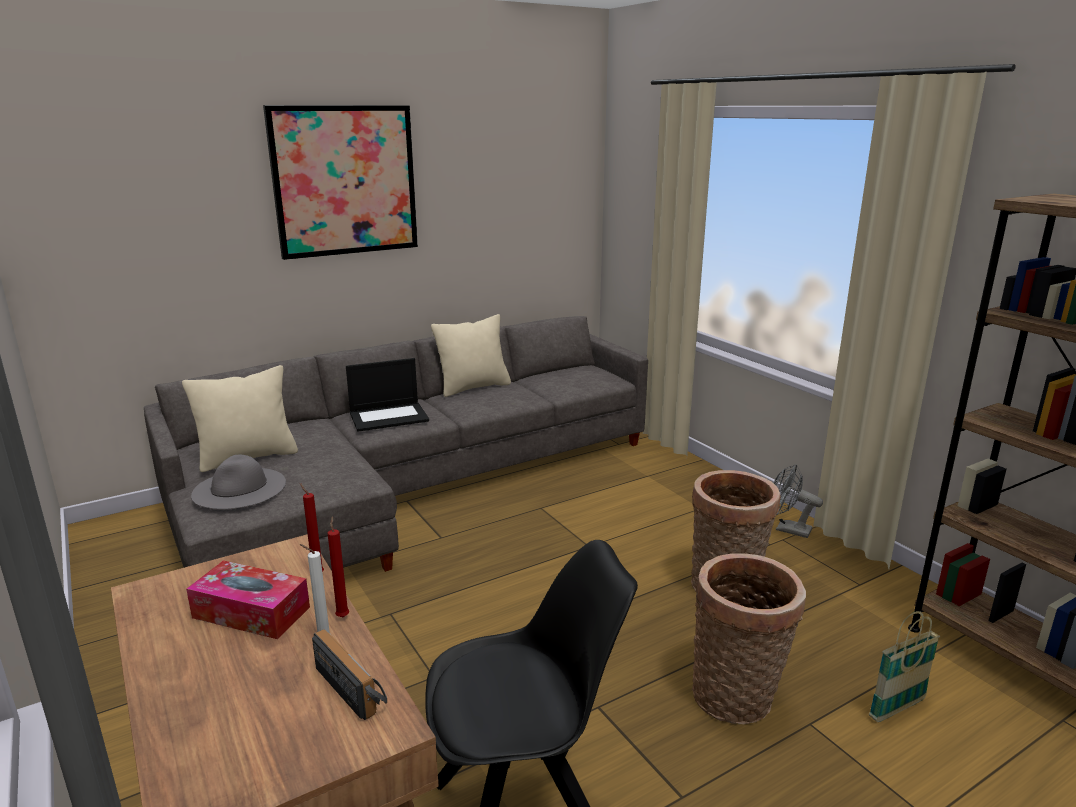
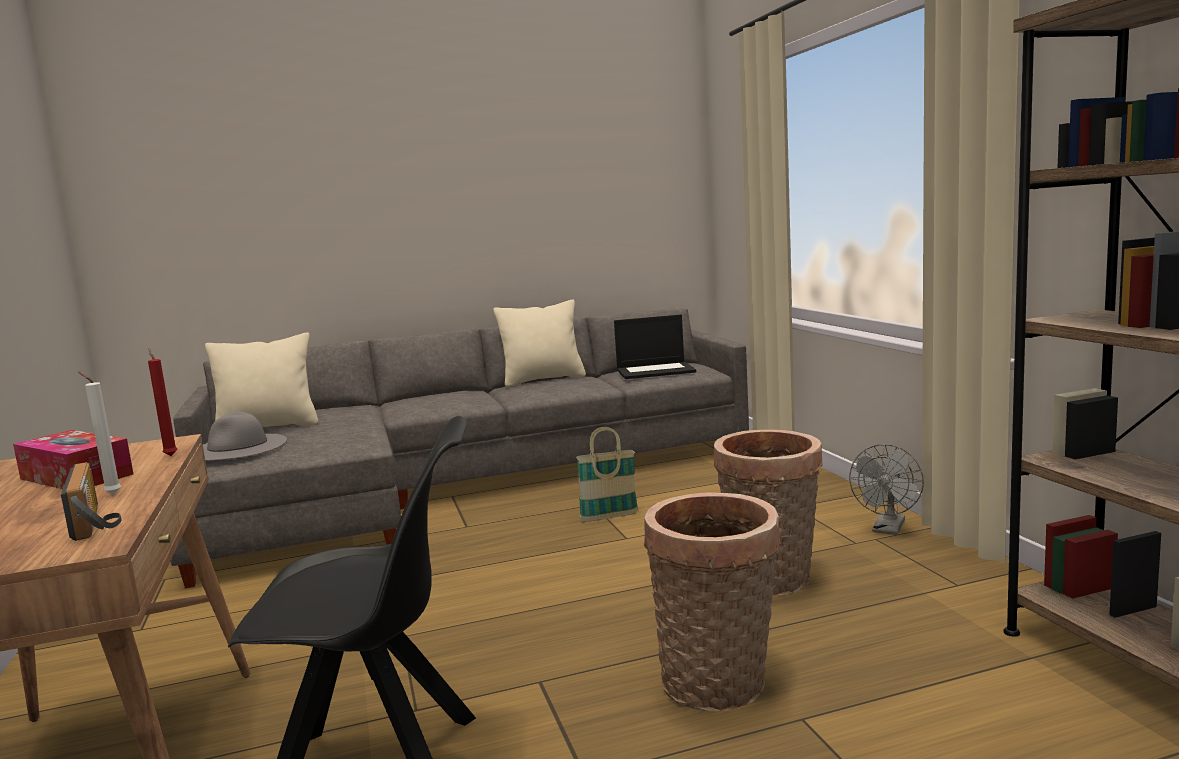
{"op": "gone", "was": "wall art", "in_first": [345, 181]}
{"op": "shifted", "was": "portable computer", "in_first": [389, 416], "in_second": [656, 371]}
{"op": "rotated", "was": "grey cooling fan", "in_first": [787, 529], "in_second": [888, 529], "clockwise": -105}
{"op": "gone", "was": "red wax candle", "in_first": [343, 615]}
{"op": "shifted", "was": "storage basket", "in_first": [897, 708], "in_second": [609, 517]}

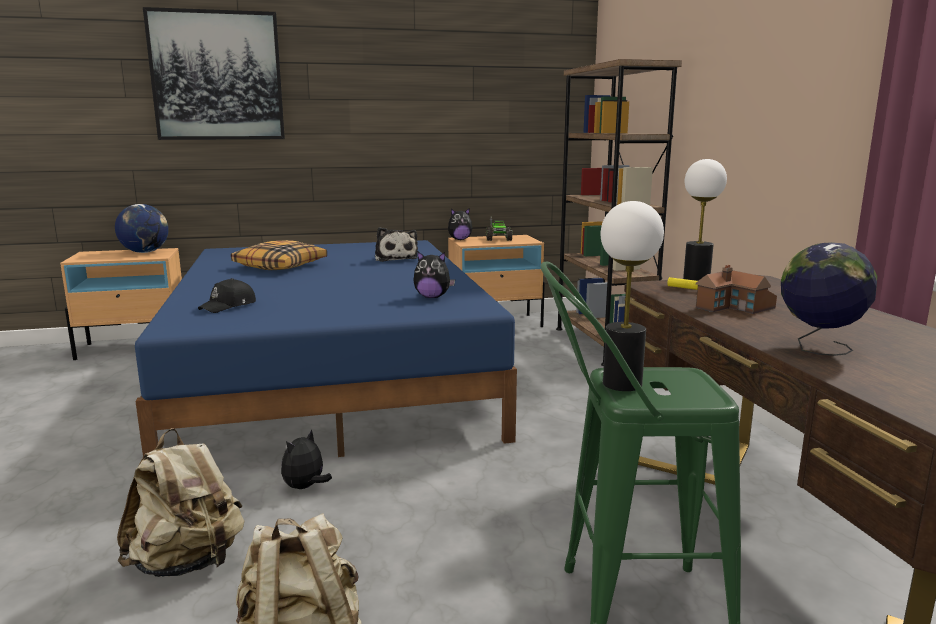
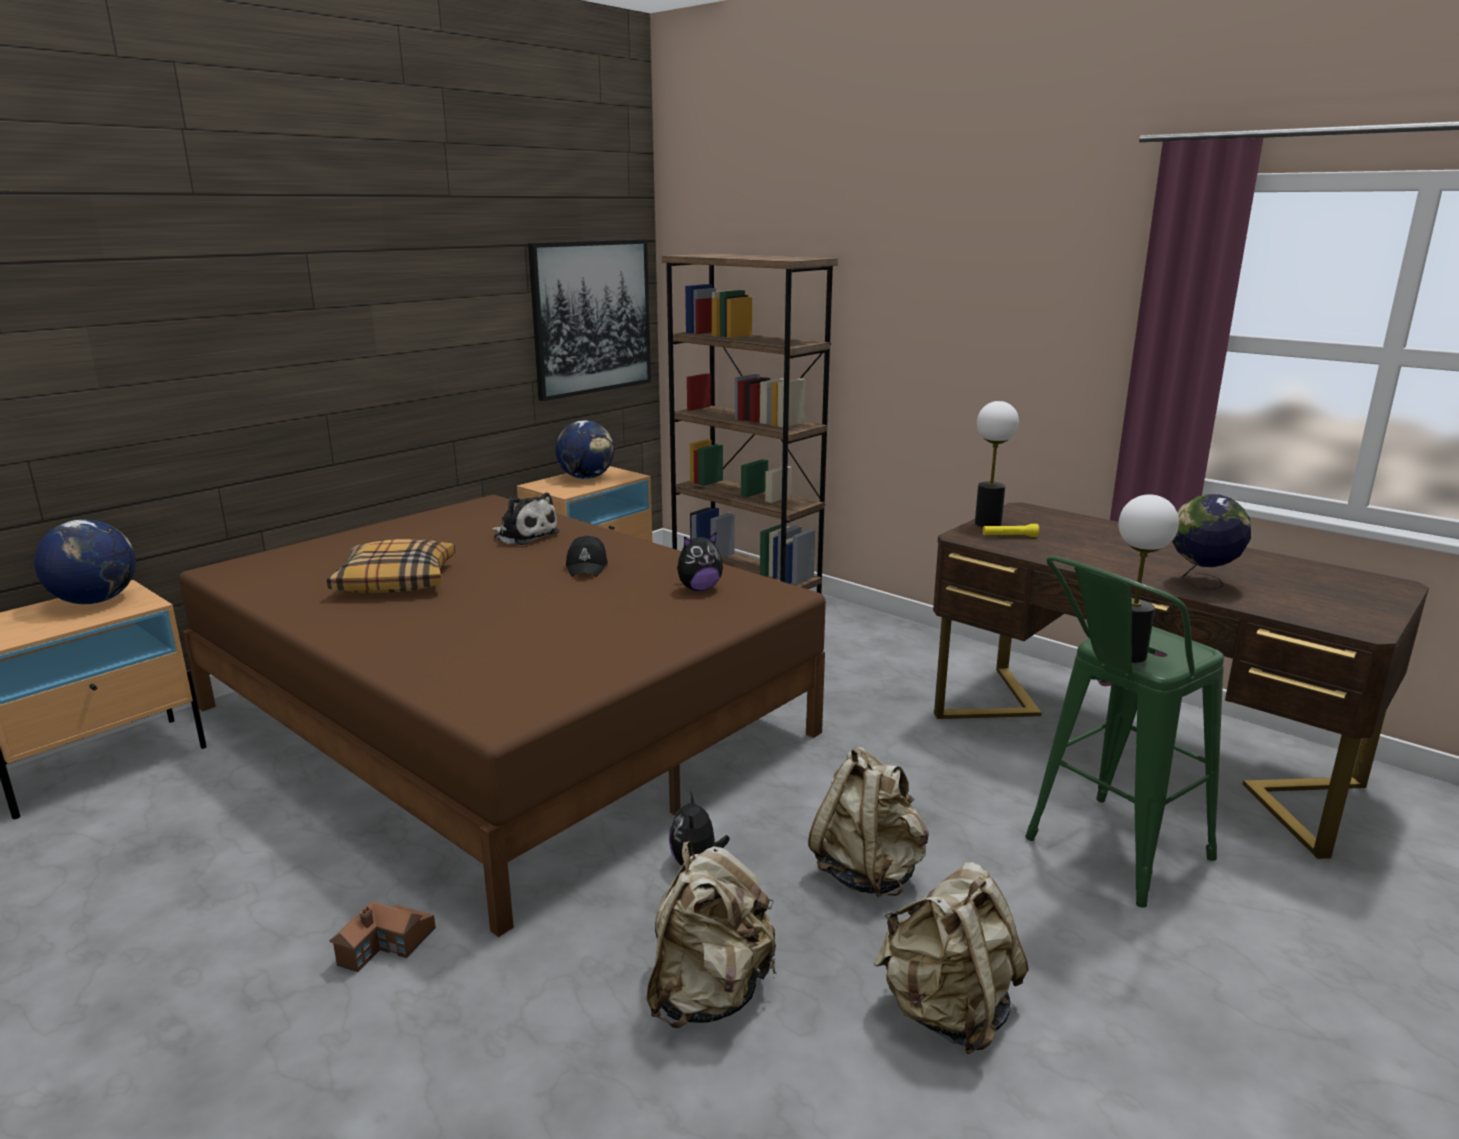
{"op": "shifted", "was": "wall art", "in_first": [217, 76], "in_second": [591, 317]}
{"op": "gone", "was": "plush toy", "in_first": [459, 239]}
{"op": "swapped", "was": "model truck", "now": "desk globe", "in_first": [498, 239], "in_second": [586, 478]}
{"op": "repainted", "was": "blue bedroom bed", "now": "brown-coloured bedroom bed", "in_first": [331, 377], "in_second": [504, 719]}
{"op": "shifted", "was": "toy house", "in_first": [734, 307], "in_second": [386, 945]}
{"op": "shifted", "was": "blackish cap", "in_first": [229, 306], "in_second": [587, 566]}
{"op": "new", "now": "beige rucksack", "in_second": [868, 872]}

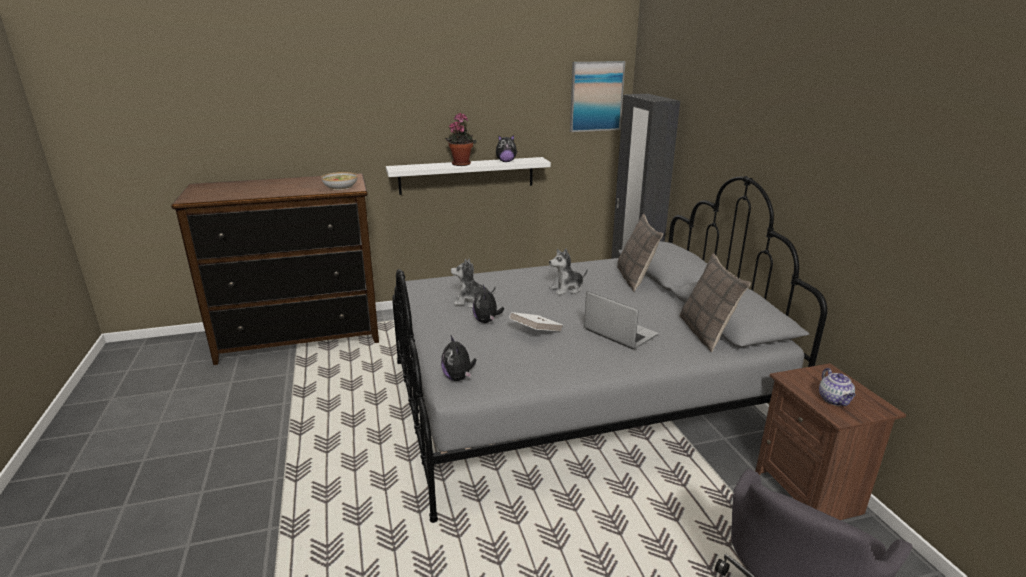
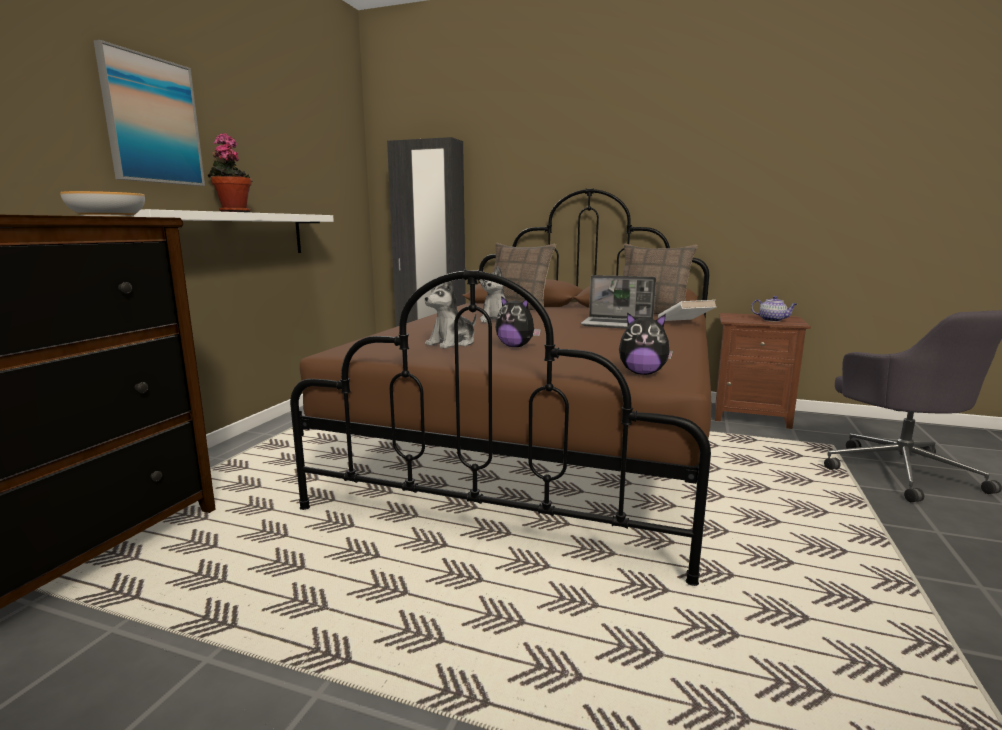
{"op": "shifted", "was": "wall art", "in_first": [596, 96], "in_second": [152, 120]}
{"op": "gone", "was": "plush toy", "in_first": [506, 161]}
{"op": "repainted", "was": "grey bedroom bed", "now": "brown-coloured bedroom bed", "in_first": [575, 401], "in_second": [546, 444]}
{"op": "rotated", "was": "portable computer", "in_first": [619, 333], "in_second": [618, 325], "clockwise": -150}
{"op": "shifted", "was": "white-coloured bound book", "in_first": [536, 332], "in_second": [685, 323]}

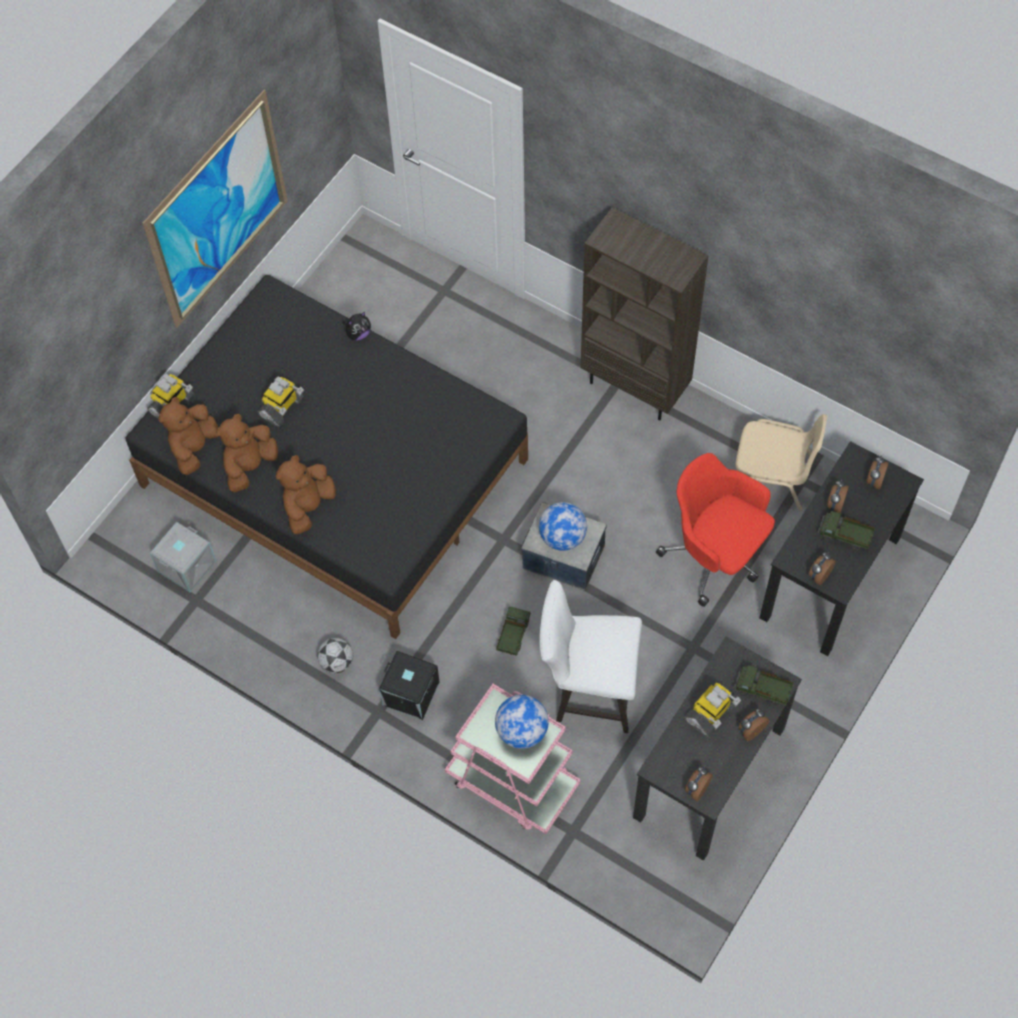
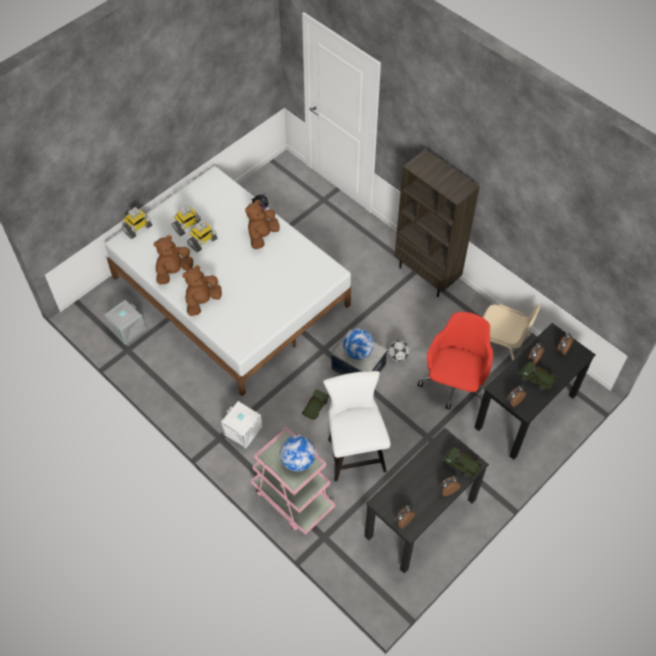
{"op": "gone", "was": "wall art", "in_first": [218, 210]}
{"op": "repainted", "was": "blackish bedroom bed", "now": "white-coloured bedroom bed", "in_first": [334, 472], "in_second": [231, 291]}
{"op": "shifted", "was": "brown-coloured plush toy", "in_first": [194, 448], "in_second": [262, 236]}
{"op": "rotated", "was": "red computer chair", "in_first": [715, 556], "in_second": [454, 384], "clockwise": 60}
{"op": "rotated", "was": "white-coloured upright chair", "in_first": [588, 691], "in_second": [354, 451], "clockwise": 60}
{"op": "shifted", "was": "ball for football", "in_first": [337, 662], "in_second": [398, 356]}
{"op": "repainted", "was": "blackish storage box", "now": "white-coloured storage box", "in_first": [410, 694], "in_second": [242, 431]}
{"op": "shifted", "was": "model robot", "in_first": [710, 713], "in_second": [187, 226]}

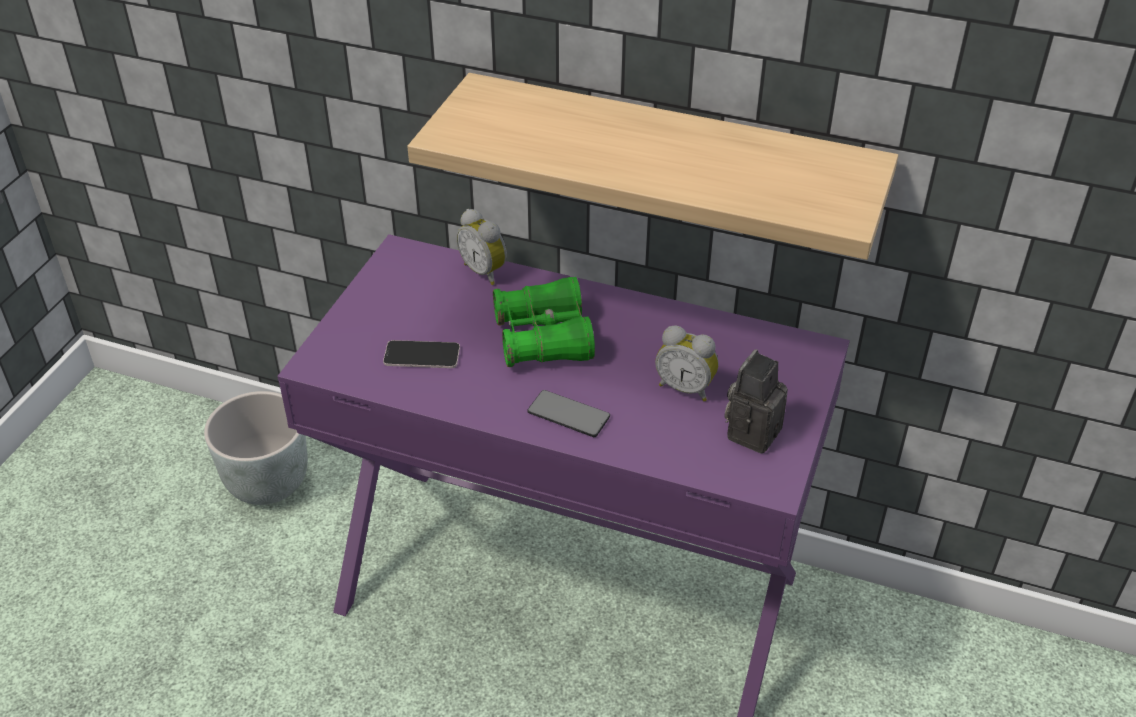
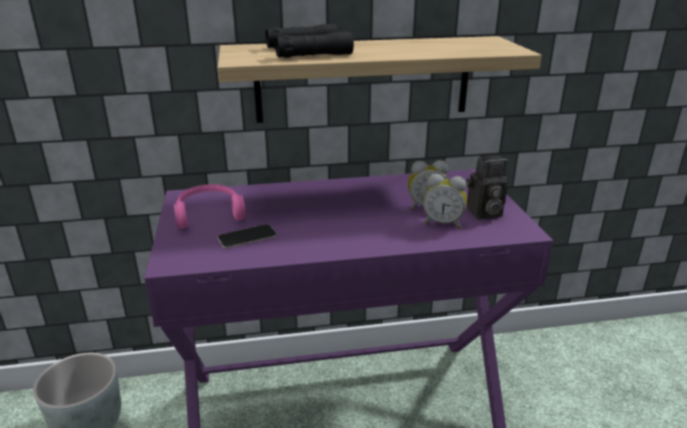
{"op": "shifted", "was": "alarm clock", "in_first": [485, 271], "in_second": [443, 223]}
{"op": "gone", "was": "green pair of binoculars", "in_first": [543, 338]}
{"op": "rotated", "was": "photo camera", "in_first": [752, 430], "in_second": [483, 213], "clockwise": -105}
{"op": "gone", "was": "handset", "in_first": [568, 415]}
{"op": "new", "now": "blackish pair of binoculars", "in_second": [308, 51]}
{"op": "new", "now": "pink headset", "in_second": [209, 213]}

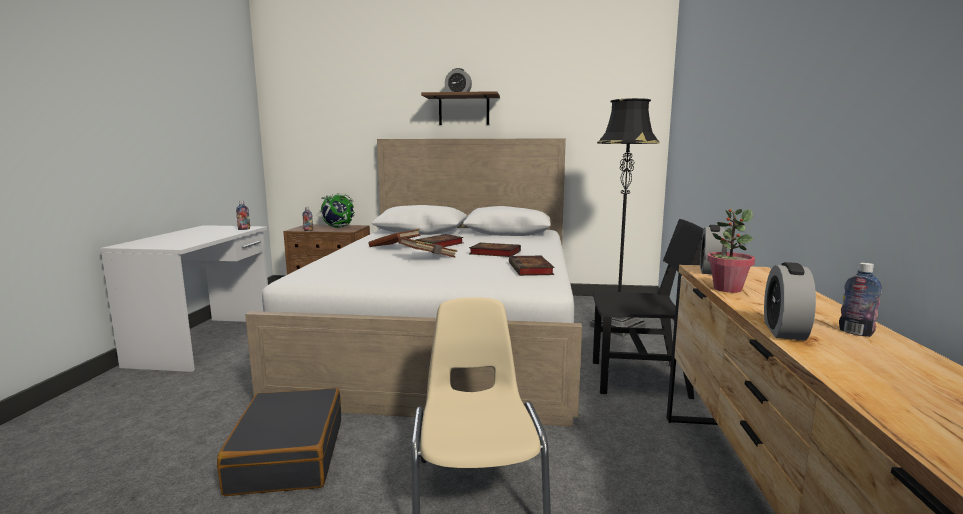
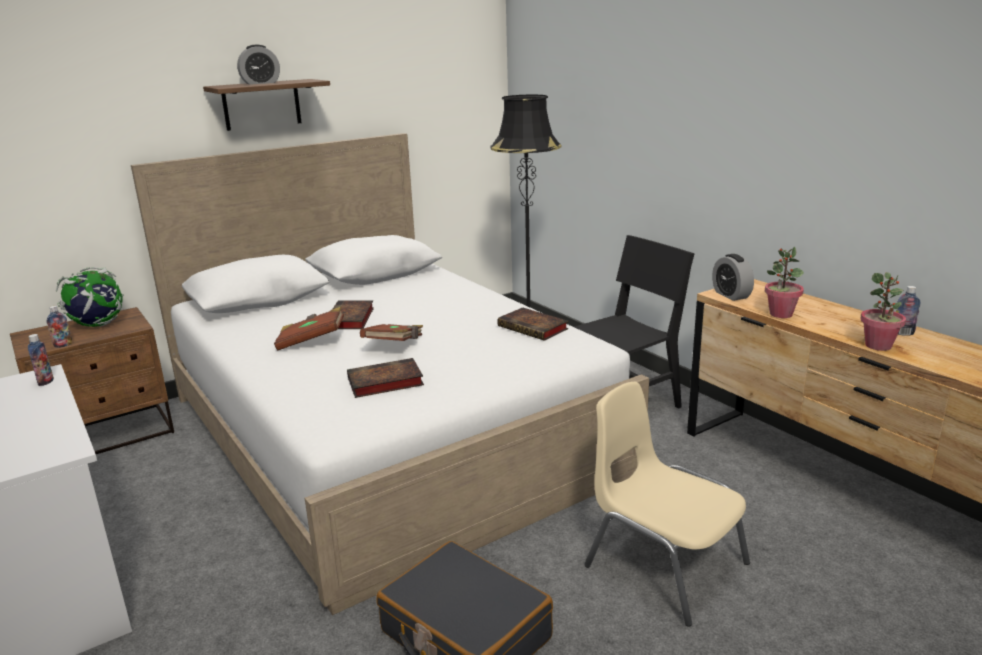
{"op": "shifted", "was": "bound book", "in_first": [493, 253], "in_second": [383, 383]}
{"op": "swapped", "was": "alarm clock", "now": "potted plant", "in_first": [784, 331], "in_second": [878, 346]}

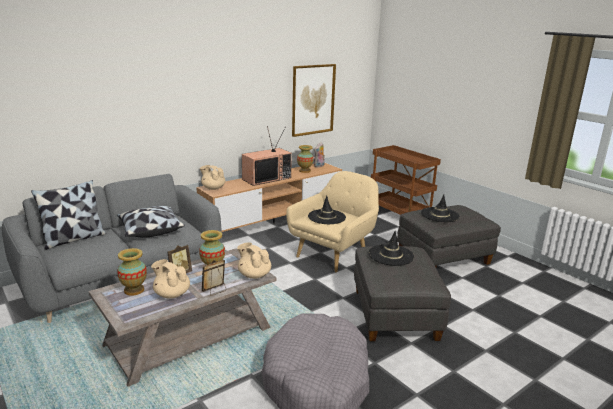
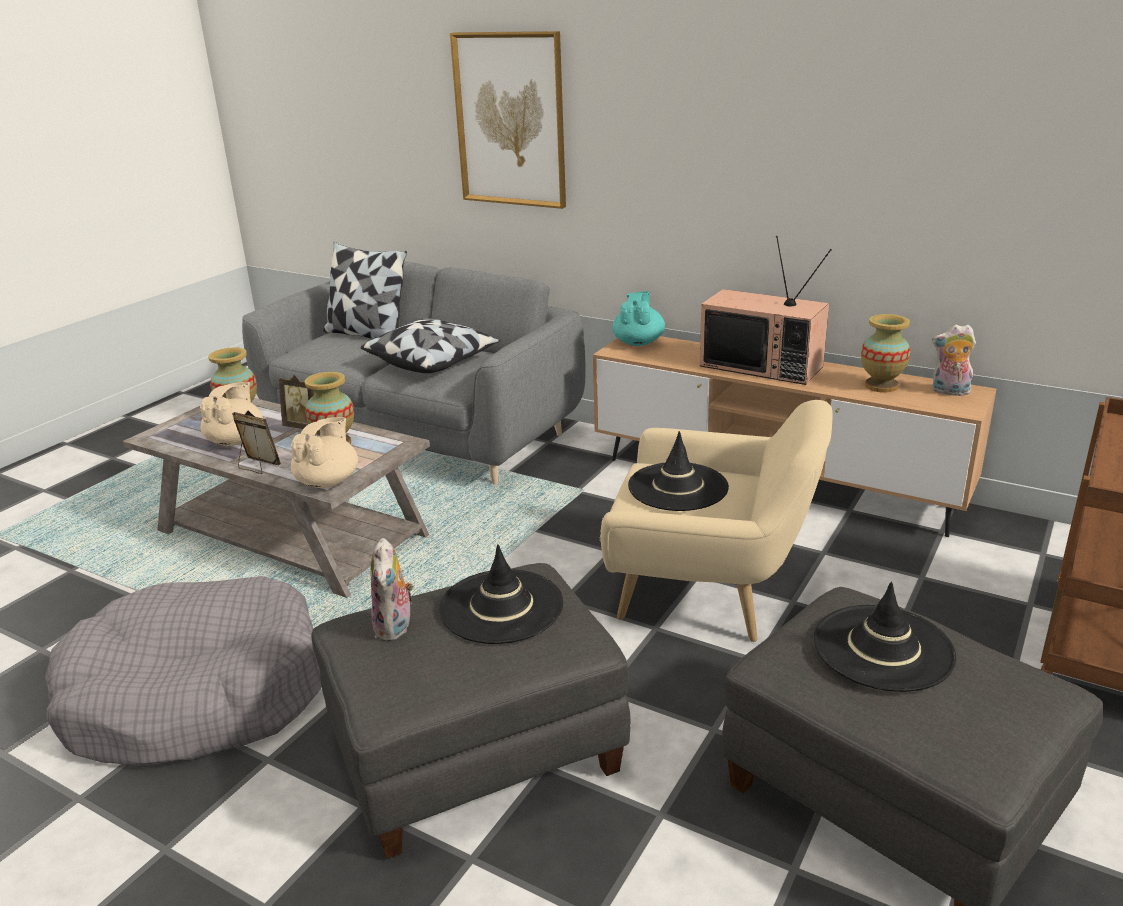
{"op": "shifted", "was": "wall art", "in_first": [313, 99], "in_second": [510, 120]}
{"op": "repainted", "was": "beige tea pot", "now": "turquoise tea pot", "in_first": [213, 188], "in_second": [638, 342]}
{"op": "new", "now": "plush toy", "in_second": [396, 628]}

